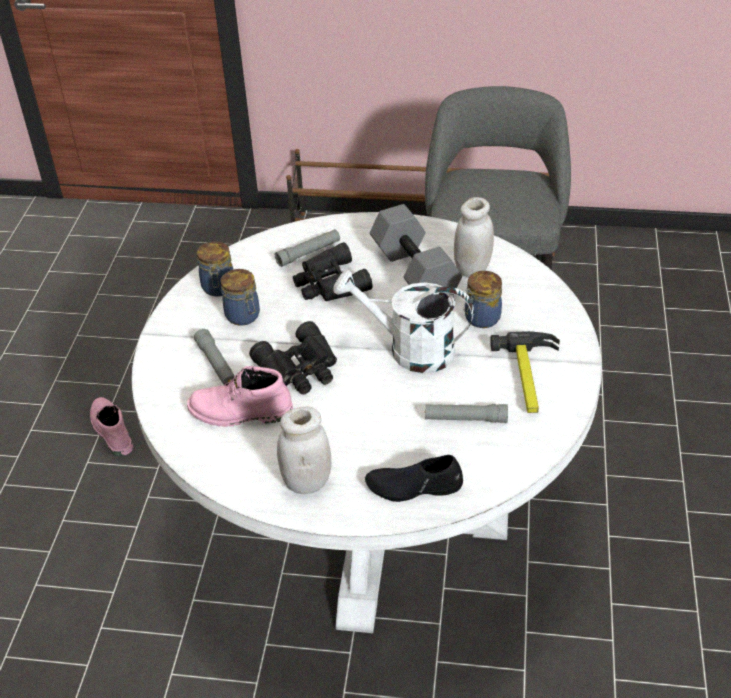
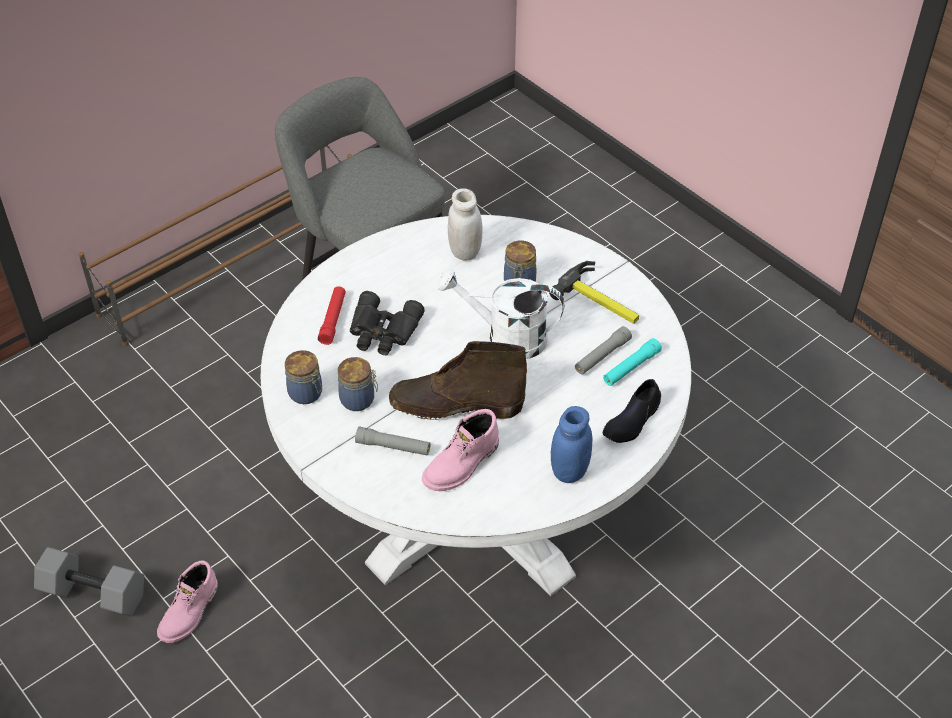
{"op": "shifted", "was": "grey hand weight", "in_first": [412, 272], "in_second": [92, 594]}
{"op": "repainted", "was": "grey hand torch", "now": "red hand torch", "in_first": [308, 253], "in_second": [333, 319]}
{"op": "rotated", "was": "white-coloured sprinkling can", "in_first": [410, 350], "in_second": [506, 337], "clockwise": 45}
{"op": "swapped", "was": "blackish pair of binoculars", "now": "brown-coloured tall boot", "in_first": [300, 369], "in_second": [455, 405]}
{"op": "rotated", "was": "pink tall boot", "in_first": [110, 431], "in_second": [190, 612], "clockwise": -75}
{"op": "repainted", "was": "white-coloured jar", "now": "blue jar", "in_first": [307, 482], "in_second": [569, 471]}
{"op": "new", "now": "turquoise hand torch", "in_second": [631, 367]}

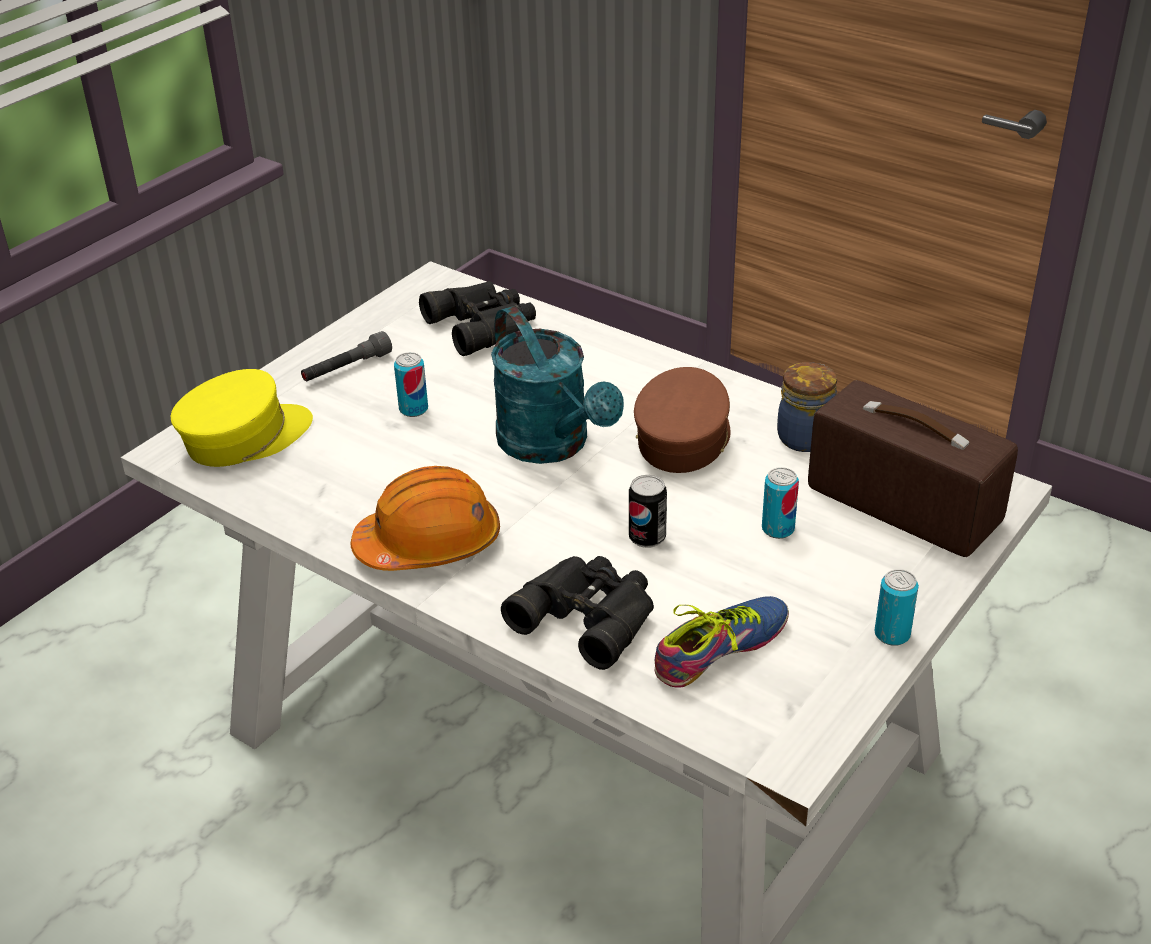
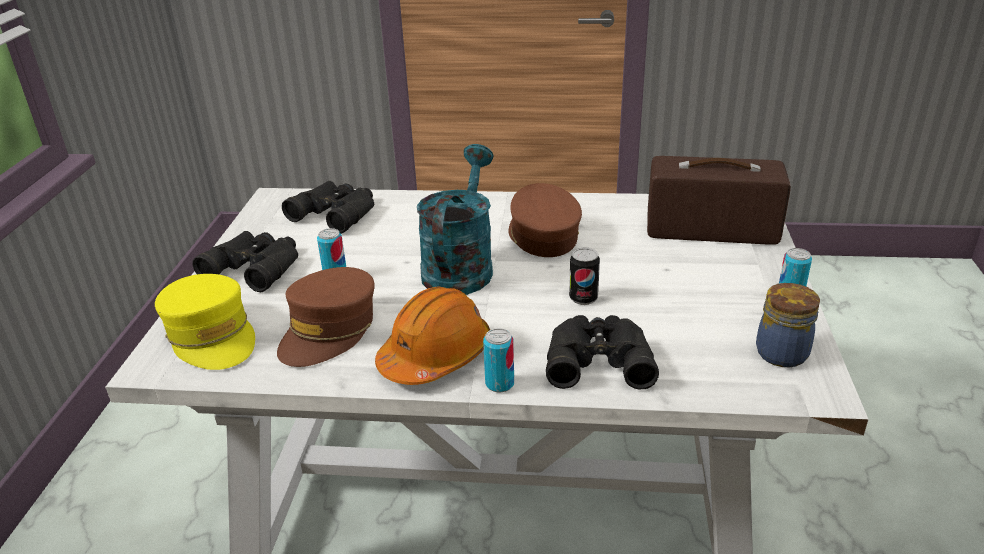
{"op": "rotated", "was": "turquoise sprinkling can", "in_first": [552, 446], "in_second": [460, 266], "clockwise": -105}
{"op": "swapped", "was": "grey hand torch", "now": "blackish pair of binoculars", "in_first": [347, 368], "in_second": [256, 266]}
{"op": "shifted", "was": "jar", "in_first": [805, 436], "in_second": [780, 352]}
{"op": "rotated", "was": "yellow cap", "in_first": [244, 437], "in_second": [212, 336], "clockwise": 120}
{"op": "shifted", "was": "metal can", "in_first": [778, 529], "in_second": [499, 384]}
{"op": "gone", "was": "shoe", "in_first": [725, 652]}
{"op": "new", "now": "brown-coloured cap", "in_second": [329, 331]}

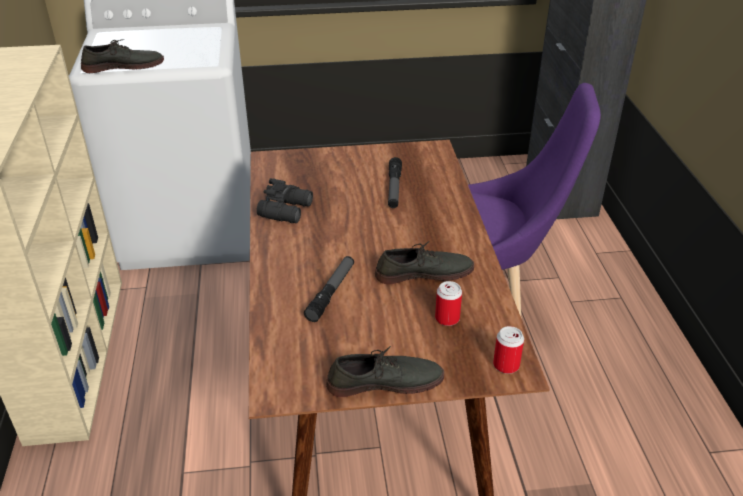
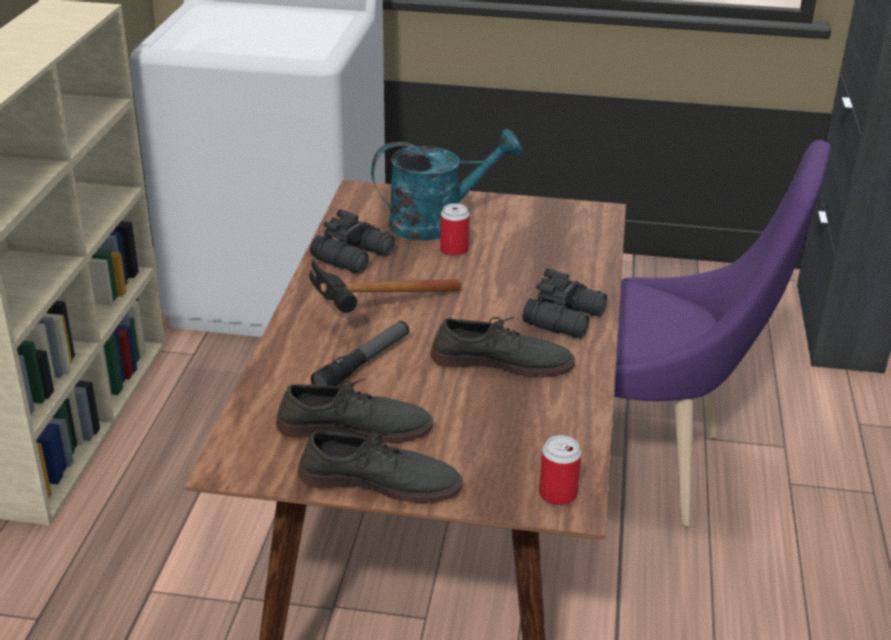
{"op": "shifted", "was": "grey shoe", "in_first": [123, 66], "in_second": [354, 426]}
{"op": "gone", "was": "hand torch", "in_first": [394, 188]}
{"op": "shifted", "was": "metal can", "in_first": [447, 318], "in_second": [454, 250]}
{"op": "new", "now": "turquoise sprinkling can", "in_second": [437, 222]}
{"op": "new", "now": "hammer", "in_second": [372, 314]}
{"op": "new", "now": "blackish pair of binoculars", "in_second": [566, 318]}

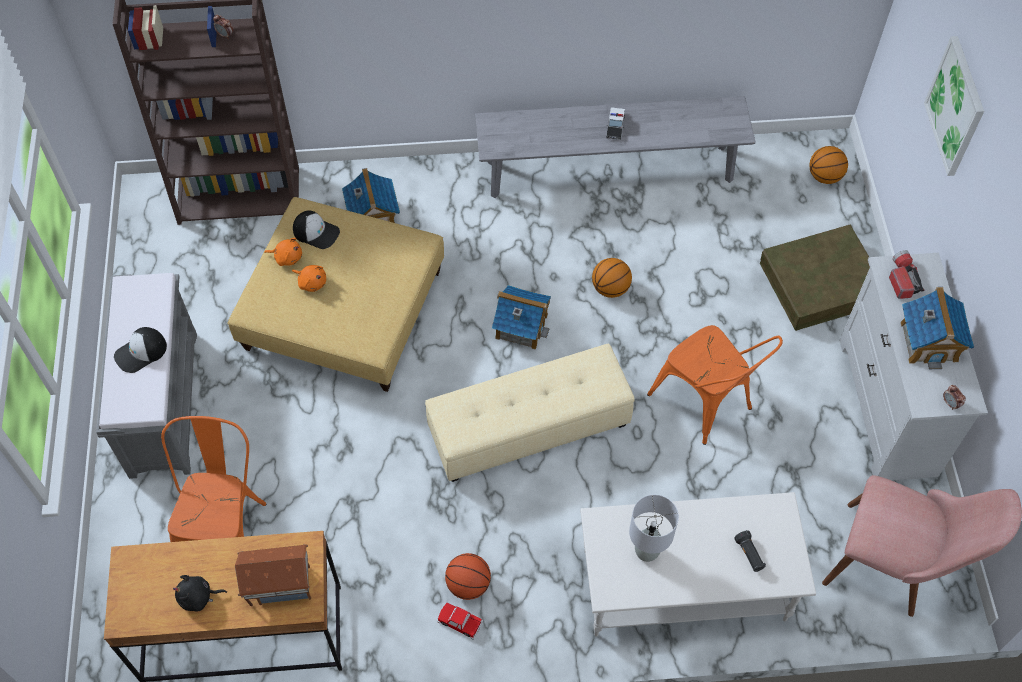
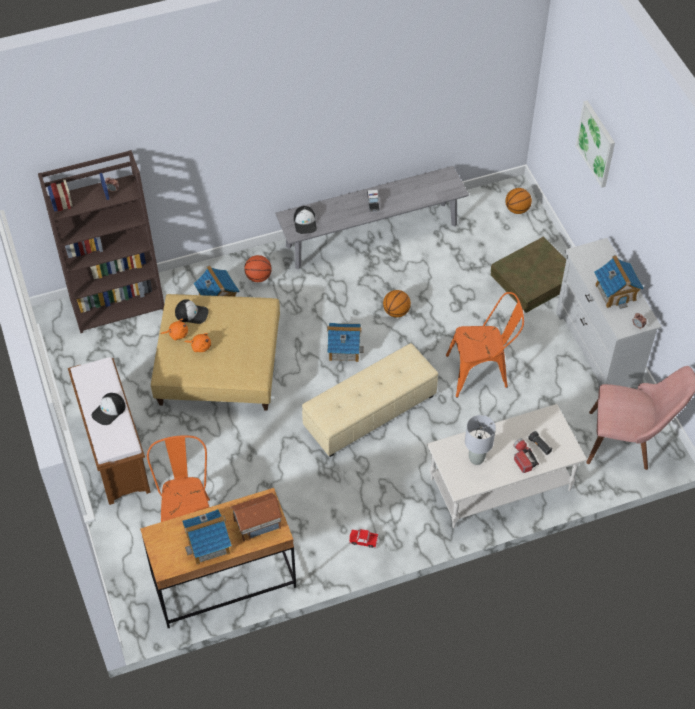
{"op": "shifted", "was": "hand torch", "in_first": [902, 279], "in_second": [523, 458]}
{"op": "repainted", "was": "grey indoor bench", "now": "brown-coloured indoor bench", "in_first": [163, 402], "in_second": [114, 451]}
{"op": "rotated", "was": "orangey upright chair", "in_first": [707, 405], "in_second": [482, 372], "clockwise": -45}
{"op": "shifted", "was": "basketball", "in_first": [468, 584], "in_second": [258, 277]}
{"op": "swapped", "was": "blackish plush toy", "now": "toy house", "in_first": [198, 597], "in_second": [208, 544]}
{"op": "new", "now": "cap", "in_second": [305, 223]}

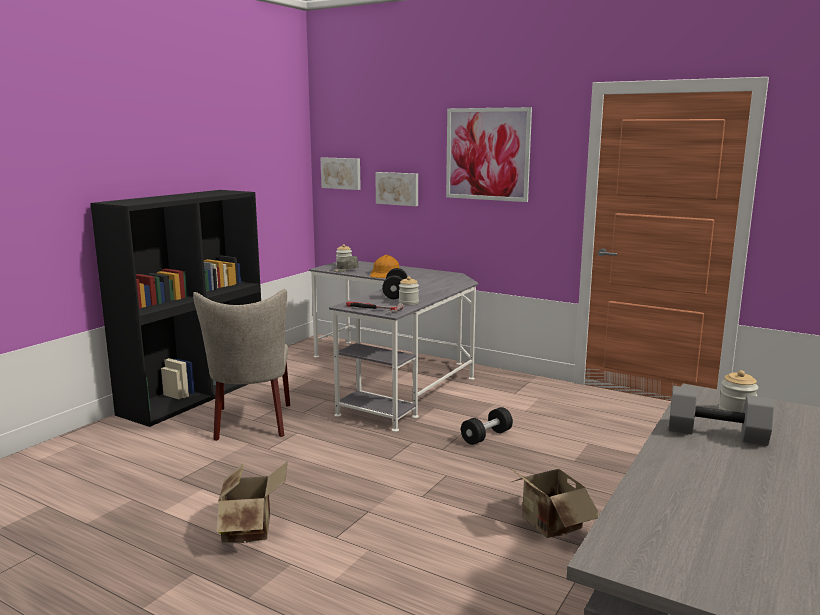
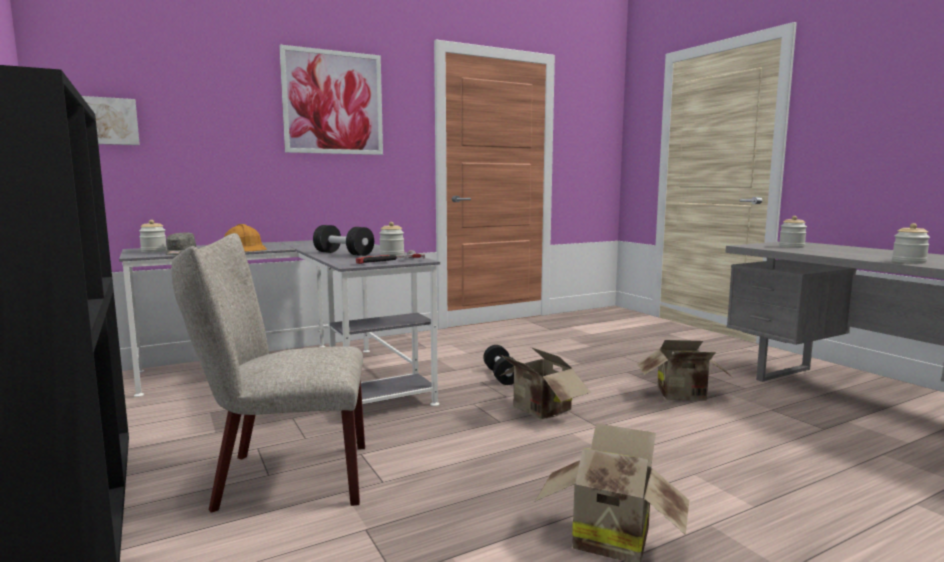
{"op": "gone", "was": "wall art", "in_first": [397, 188]}
{"op": "rotated", "was": "beige upright chair", "in_first": [252, 424], "in_second": [283, 478], "clockwise": 150}
{"op": "gone", "was": "grey hand weight", "in_first": [715, 434]}
{"op": "new", "now": "jar", "in_second": [908, 262]}
{"op": "new", "now": "carton", "in_second": [539, 411]}

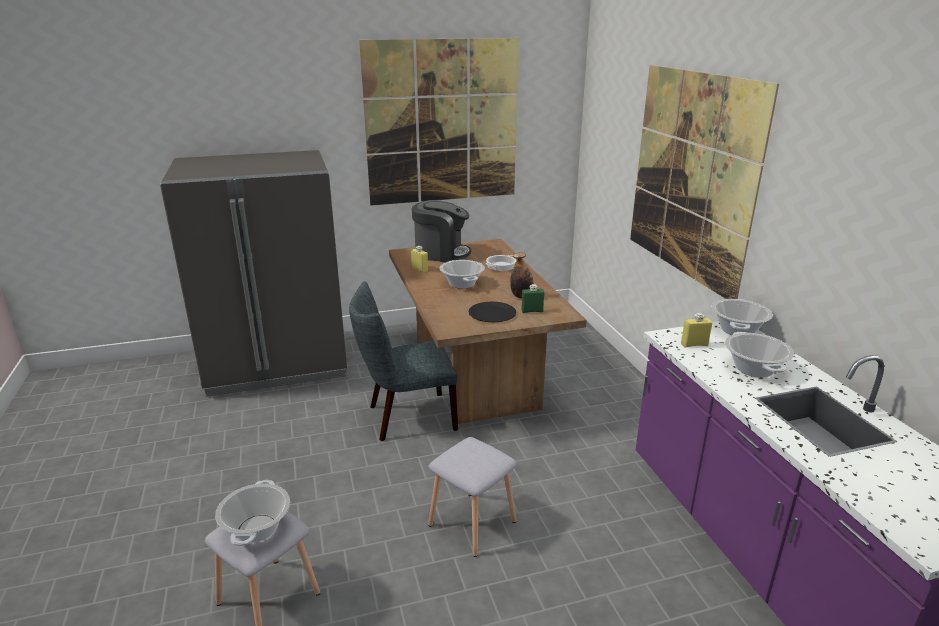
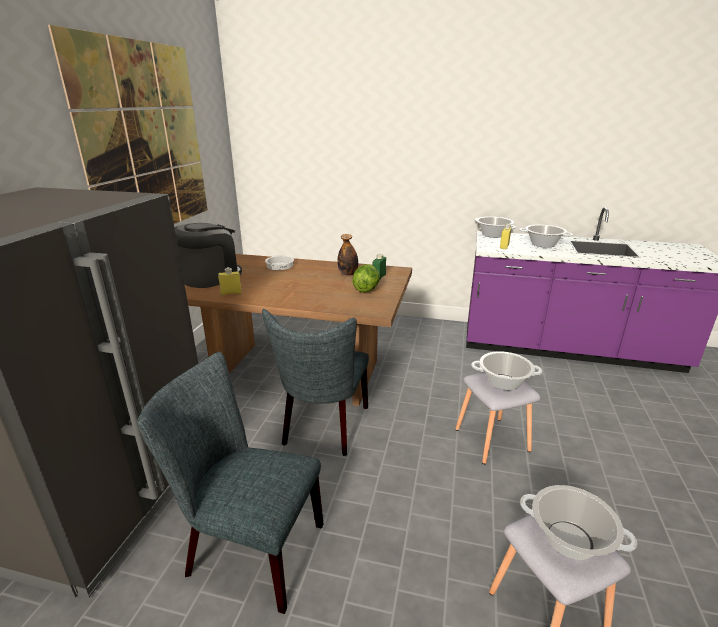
{"op": "gone", "was": "wall art", "in_first": [691, 176]}
{"op": "shifted", "was": "stockpot", "in_first": [462, 284], "in_second": [504, 382]}
{"op": "swapped", "was": "blackish plate", "now": "lettuce", "in_first": [492, 313], "in_second": [366, 290]}
{"op": "new", "now": "grey upright chair", "in_second": [248, 548]}

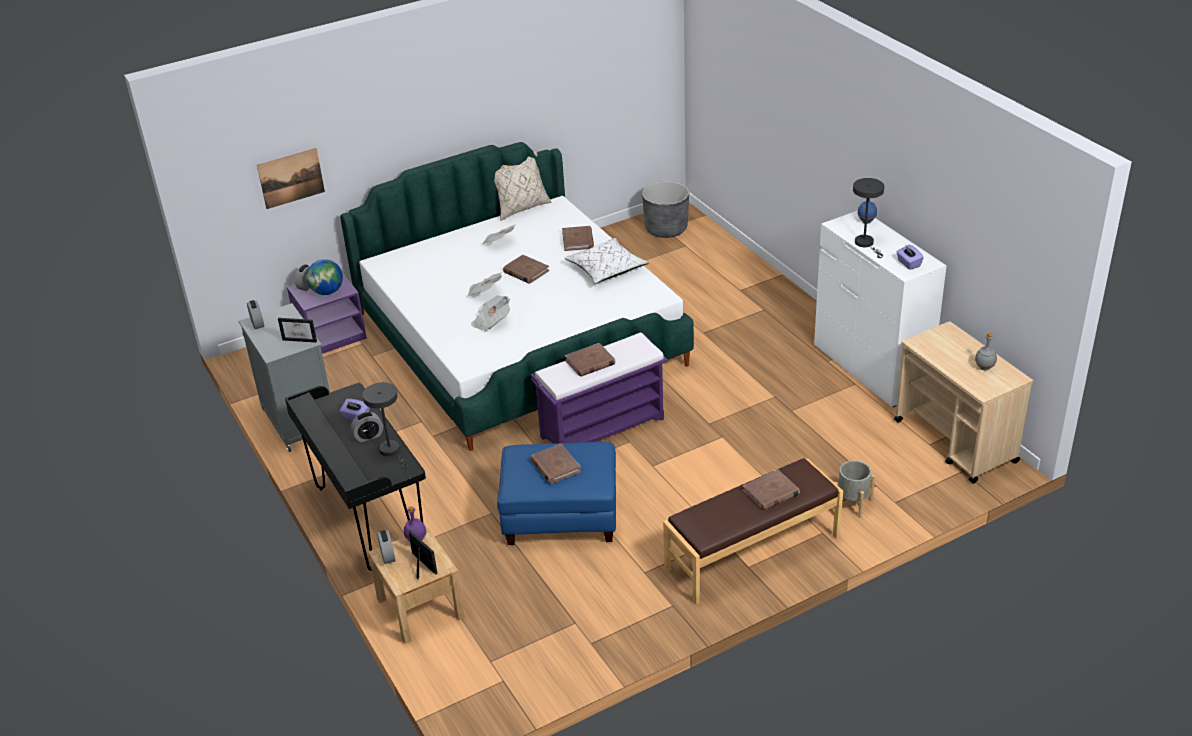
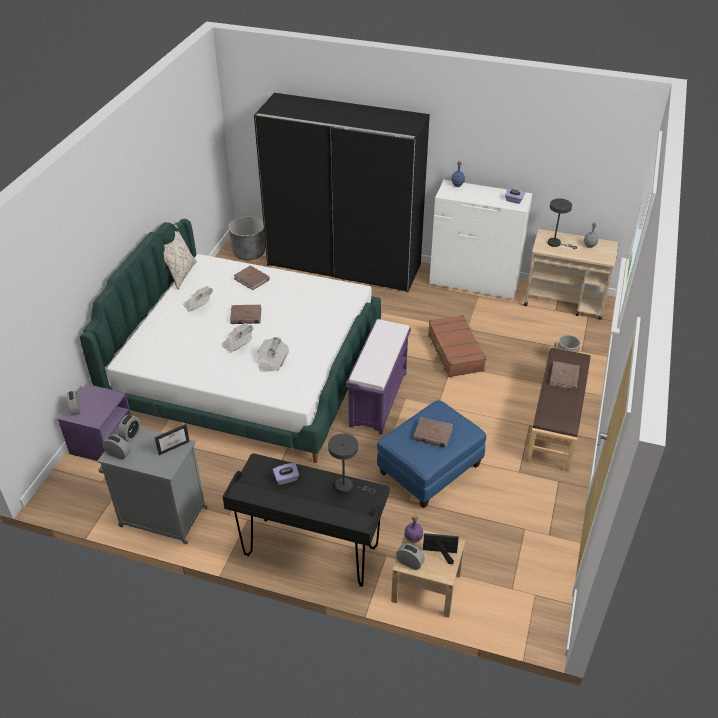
{"op": "gone", "was": "wall art", "in_first": [291, 178]}
{"op": "shifted", "was": "grey table lamp", "in_first": [866, 244], "in_second": [556, 243]}
{"op": "gone", "was": "white-coloured pillow", "in_first": [606, 269]}
{"op": "gone", "was": "desk globe", "in_first": [327, 292]}
{"op": "gone", "was": "brown-coloured bound book", "in_first": [590, 362]}
{"op": "shifted", "was": "alarm clock", "in_first": [368, 436], "in_second": [131, 434]}
{"op": "new", "now": "blackish clothes cupboard", "in_second": [344, 265]}
{"op": "new", "now": "brown-coloured piece of luggage", "in_second": [454, 352]}

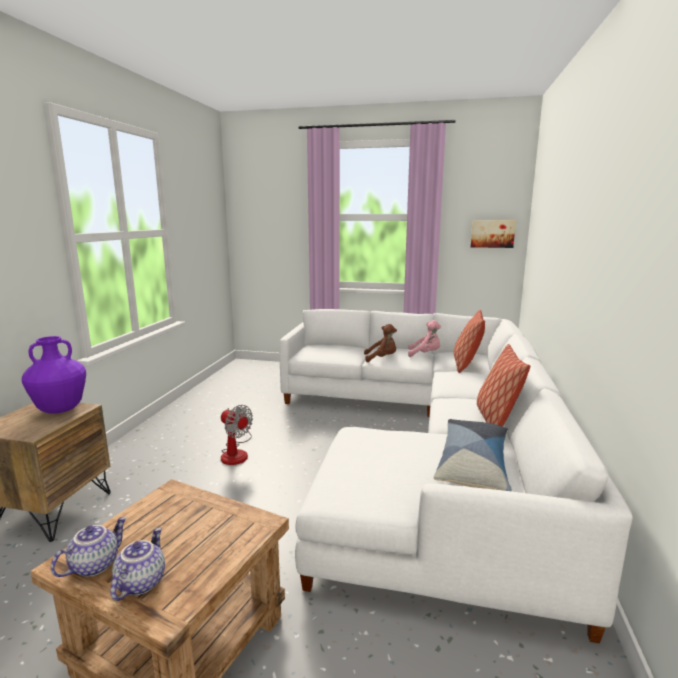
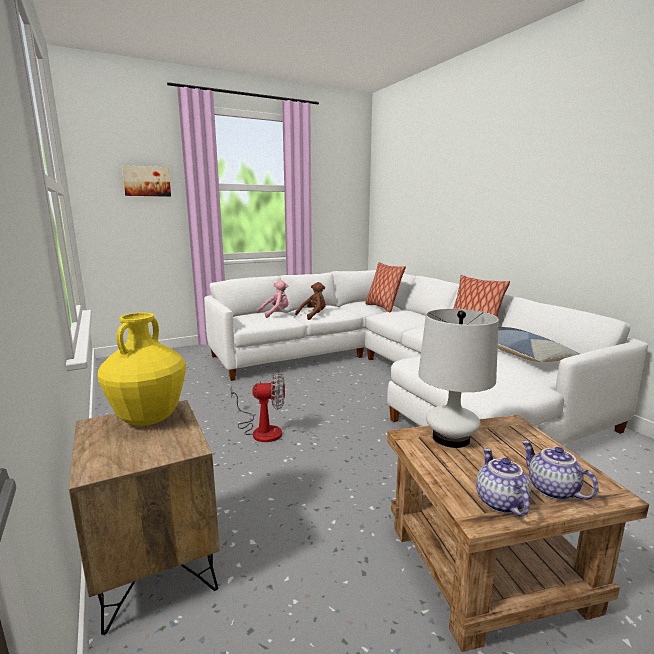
{"op": "shifted", "was": "wall art", "in_first": [492, 233], "in_second": [146, 181]}
{"op": "shifted", "was": "pink plush toy", "in_first": [425, 354], "in_second": [276, 314]}
{"op": "repainted", "was": "purple decorative vase", "now": "yellow decorative vase", "in_first": [61, 410], "in_second": [149, 419]}
{"op": "new", "now": "white-coloured table lamp", "in_second": [451, 438]}

